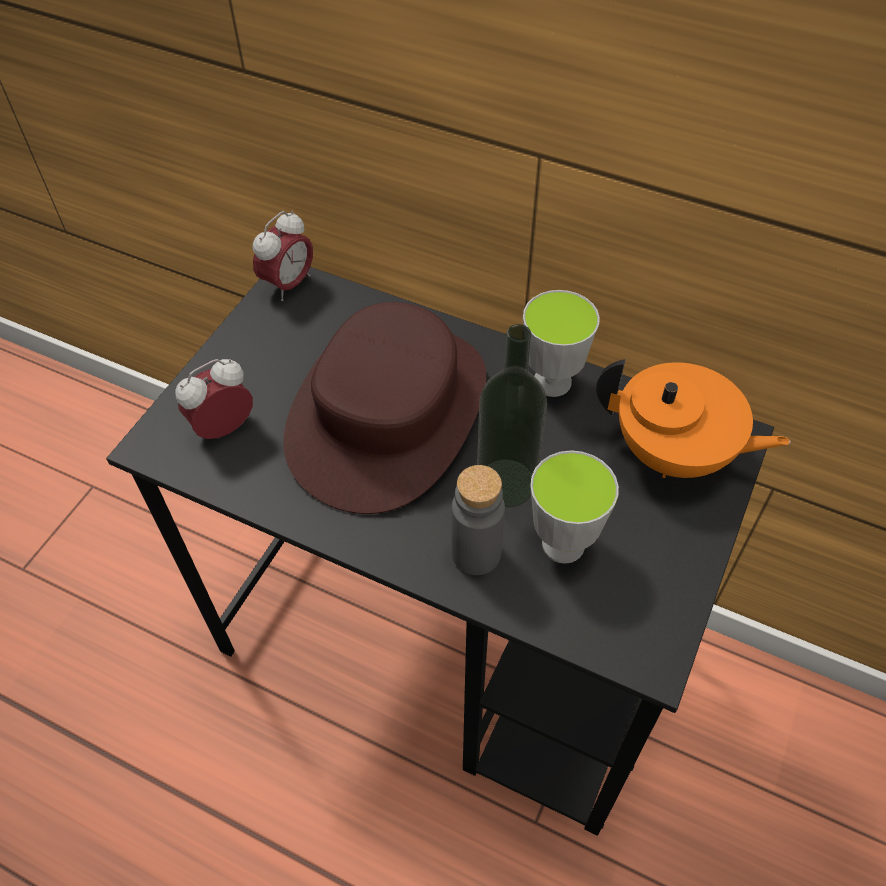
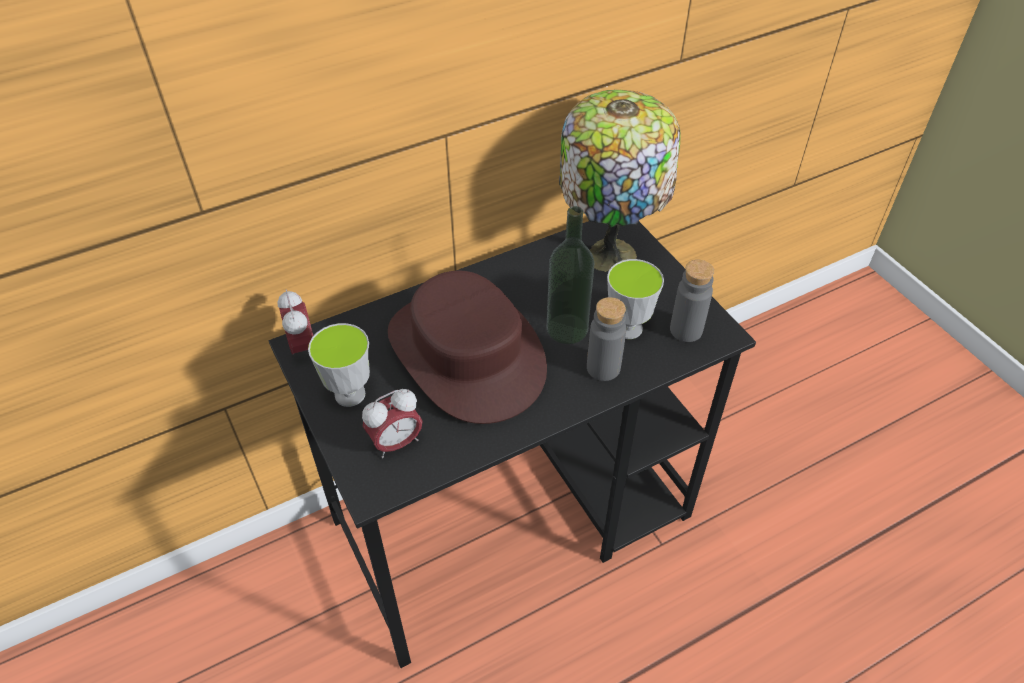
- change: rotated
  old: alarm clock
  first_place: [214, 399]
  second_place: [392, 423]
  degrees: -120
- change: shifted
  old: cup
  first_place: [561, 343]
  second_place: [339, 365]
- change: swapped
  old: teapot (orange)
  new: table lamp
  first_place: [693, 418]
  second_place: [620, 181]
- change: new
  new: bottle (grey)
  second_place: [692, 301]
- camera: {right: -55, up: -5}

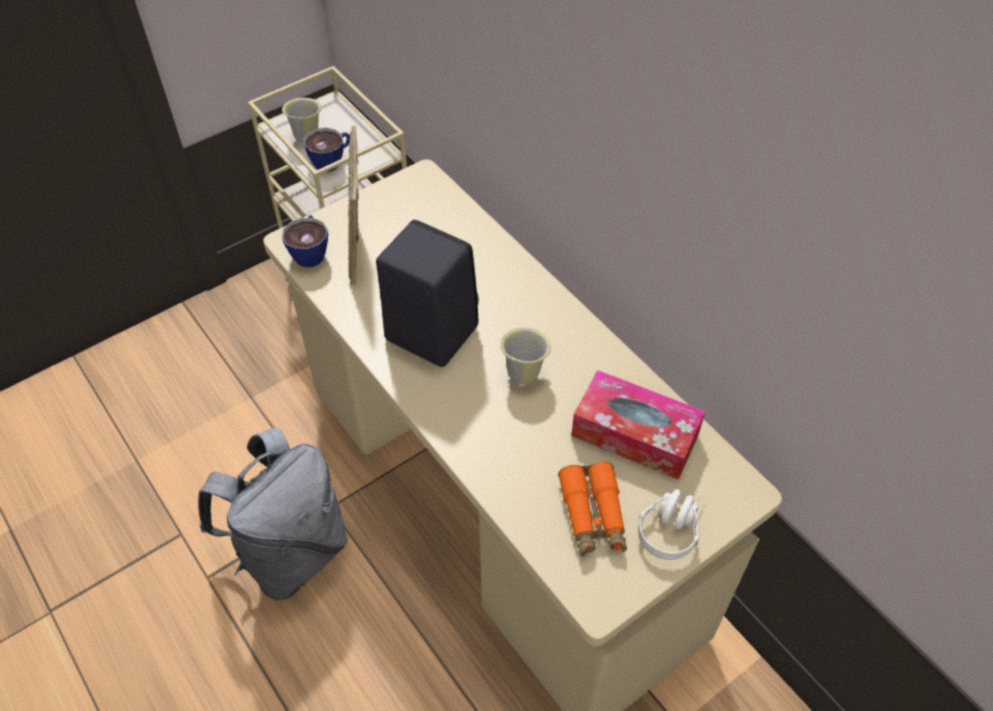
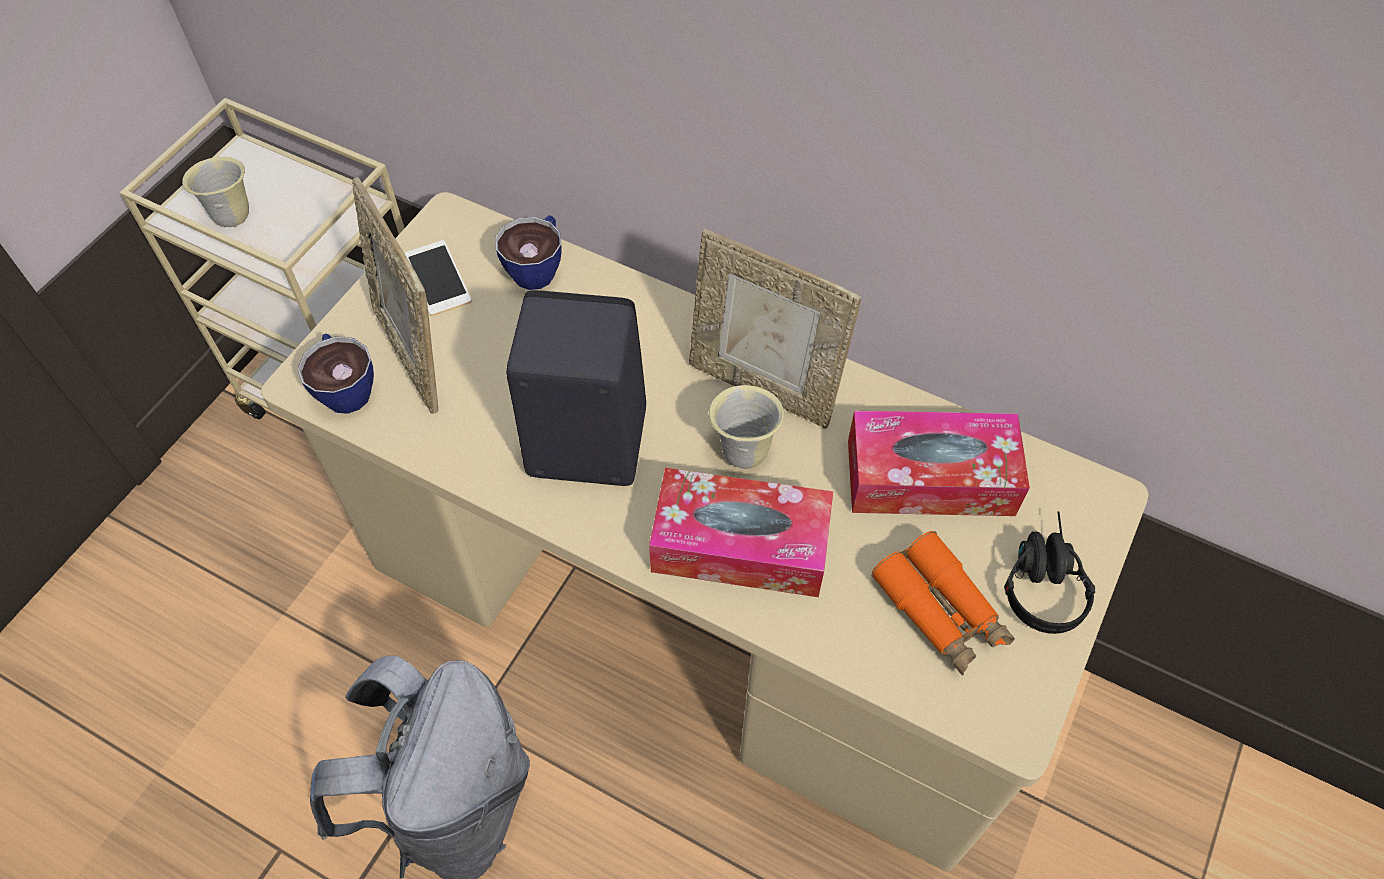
- change: shifted
  old: cup
  first_place: [326, 150]
  second_place: [528, 252]
- change: repainted
  old: headphones (white)
  new: headphones (black)
  first_place: [671, 522]
  second_place: [1049, 573]
- change: new
  new: phone
  second_place: [438, 278]
- change: new
  new: tissue box
  second_place: [741, 532]
- change: new
  new: picture frame
  second_place: [775, 329]
- camera: {right: -25, up: 5}

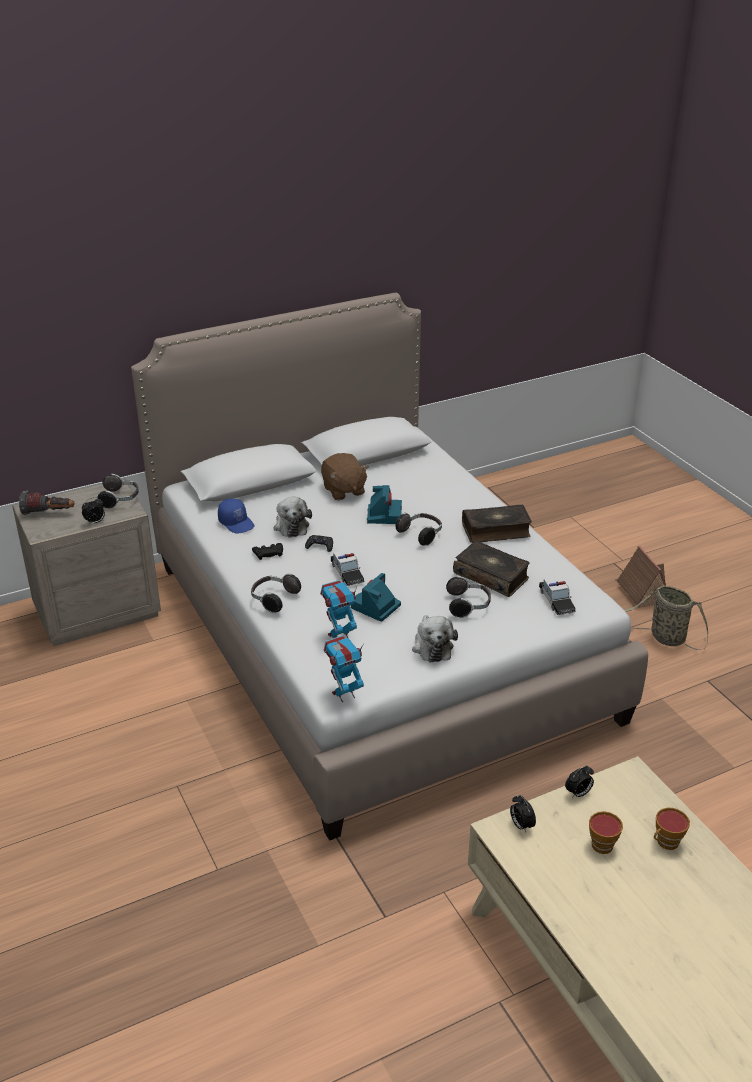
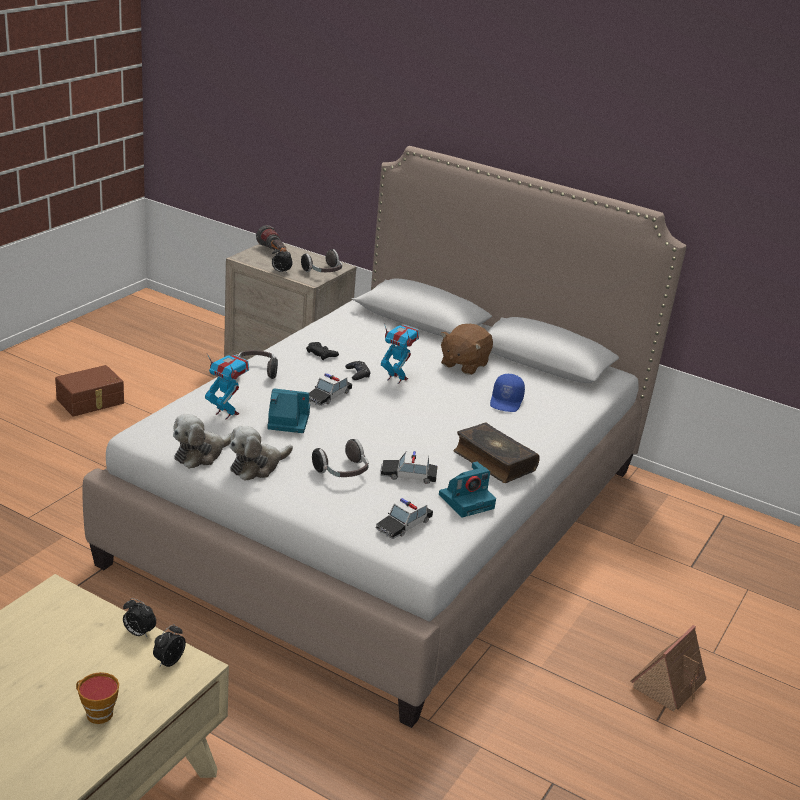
- change: shifted
  old: cap (blue)
  first_place: [236, 516]
  second_place: [507, 393]
- change: shifted
  old: plush toy
  first_place: [293, 517]
  second_place: [202, 441]
- change: shifted
  old: toy robot
  first_place: [344, 669]
  second_place: [400, 353]
- change: shifted
  old: photo camera
  first_place: [384, 504]
  second_place: [467, 489]
- change: gone
  old: headphones
  first_place: [418, 529]
- change: swapped
  old: book
  new: toy car
  first_place: [491, 569]
  second_place: [409, 467]
- change: shifted
  old: alarm clock
  first_place: [523, 814]
  second_place: [169, 645]
- change: gone
  old: cup
  first_place: [606, 832]
- change: gone
  old: basket
  first_place: [666, 617]
- change: new
  new: storage box (brown)
  second_place: [89, 391]
- camera: {right: 55, up: -5}

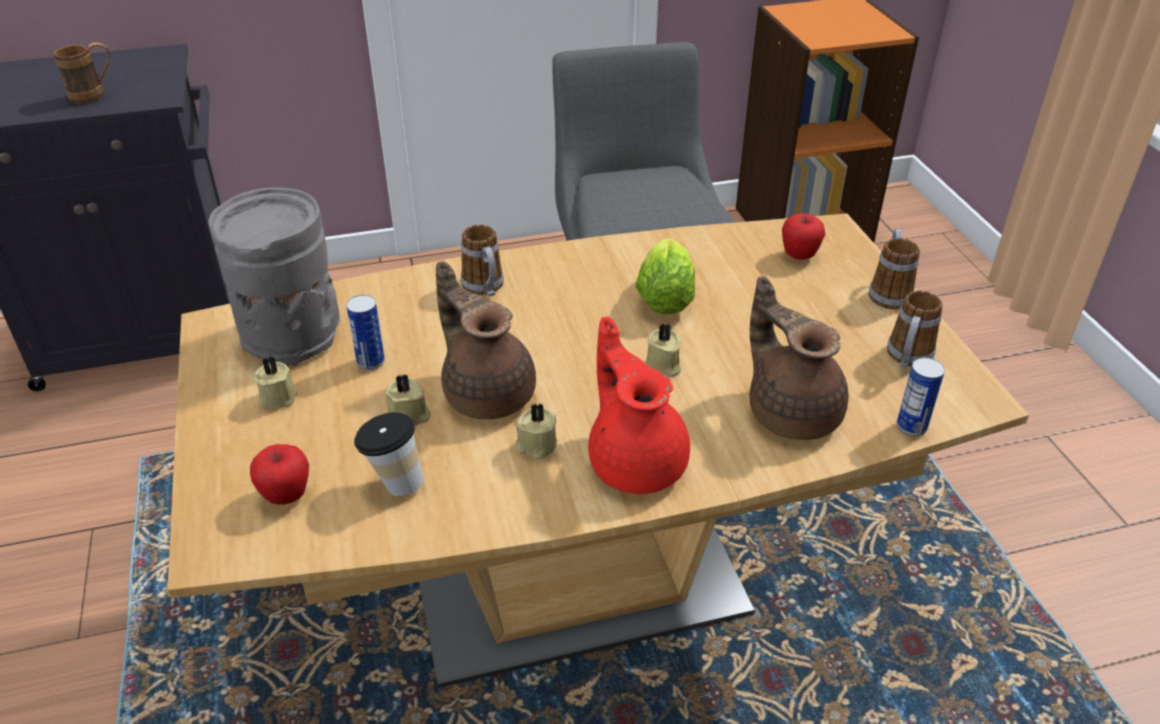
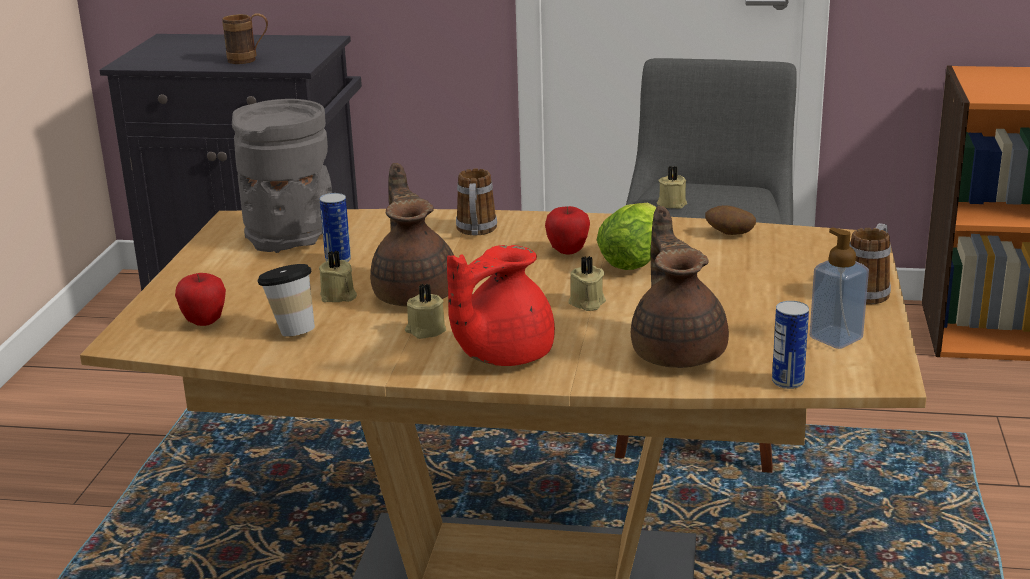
- change: shifted
  old: candle (beige)
  first_place: [275, 382]
  second_place: [672, 187]
- change: rotated
  old: teapot (red)
  first_place: [639, 405]
  second_place: [501, 305]
  degrees: -135
- change: shifted
  old: apple
  first_place: [803, 236]
  second_place: [567, 230]
- change: swapped
  old: mug
  new: soap dispenser
  first_place: [915, 329]
  second_place: [839, 288]
- change: new
  new: potato
  second_place: [730, 220]
- camera: {right: 25, up: -15}

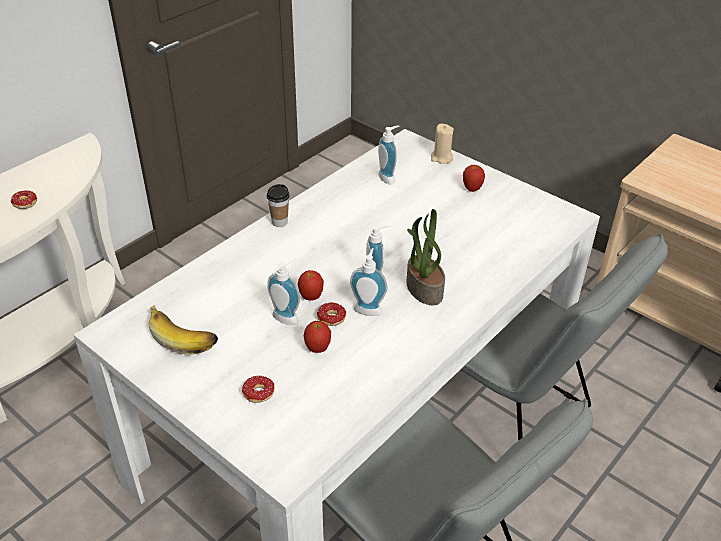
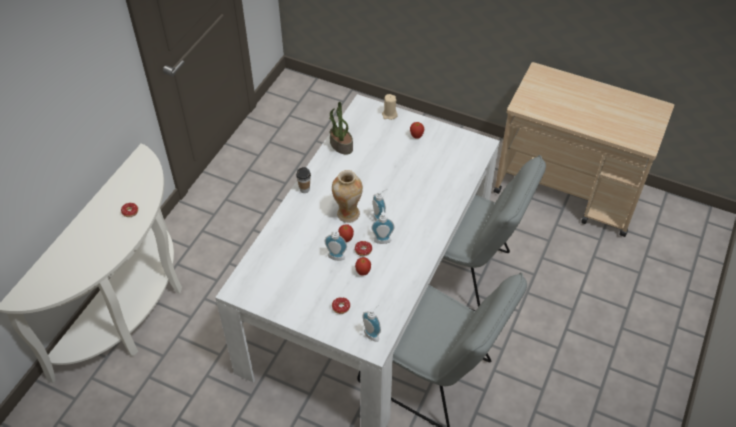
- change: gone
  old: banana
  first_place: [183, 330]
- change: shifted
  old: soap dispenser
  first_place: [388, 155]
  second_place: [372, 323]
- change: shifted
  old: potted plant
  first_place: [426, 257]
  second_place: [341, 128]
- change: new
  new: vase
  second_place: [347, 196]
- camera: {right: -15, up: 10}

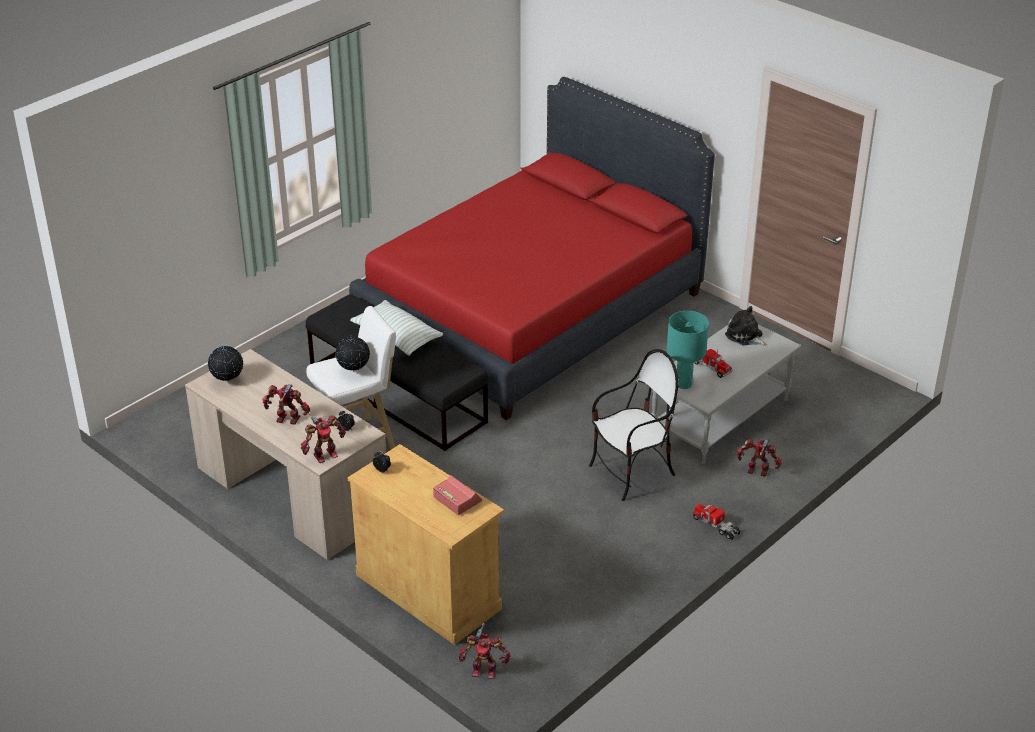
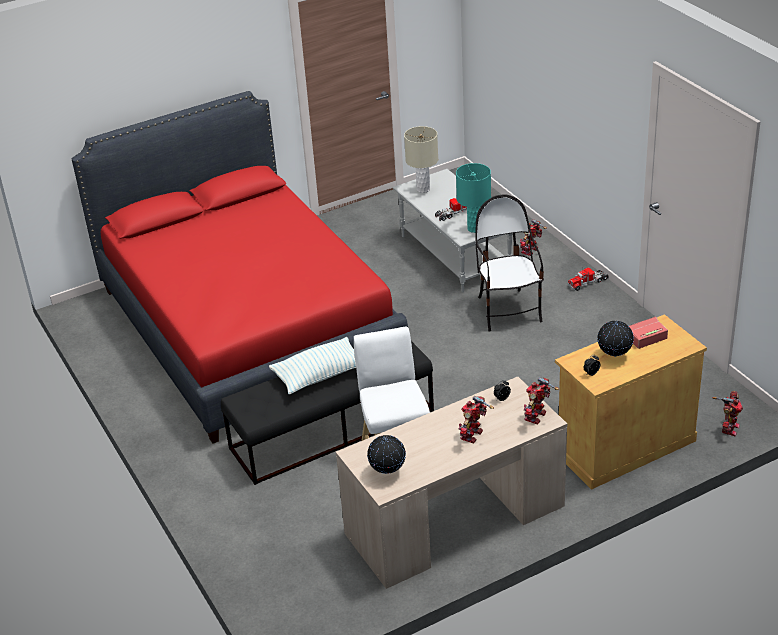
- change: rotated
  old: toy robot
  first_place: [323, 437]
  second_place: [541, 401]
  degrees: -135
- change: shifted
  old: globe
  first_place: [352, 353]
  second_place: [615, 339]
- change: swapped
  old: plush toy
  new: table lamp (beige)
  first_place: [746, 326]
  second_place: [421, 159]
- camera: {right: -70, up: 0}

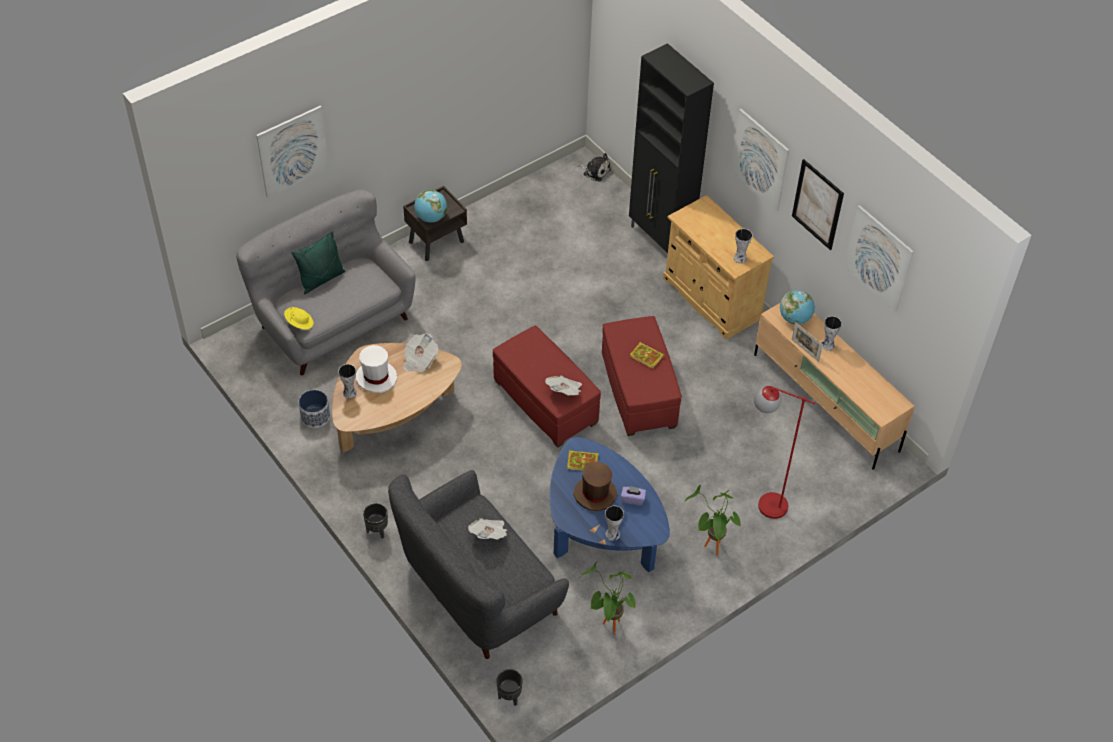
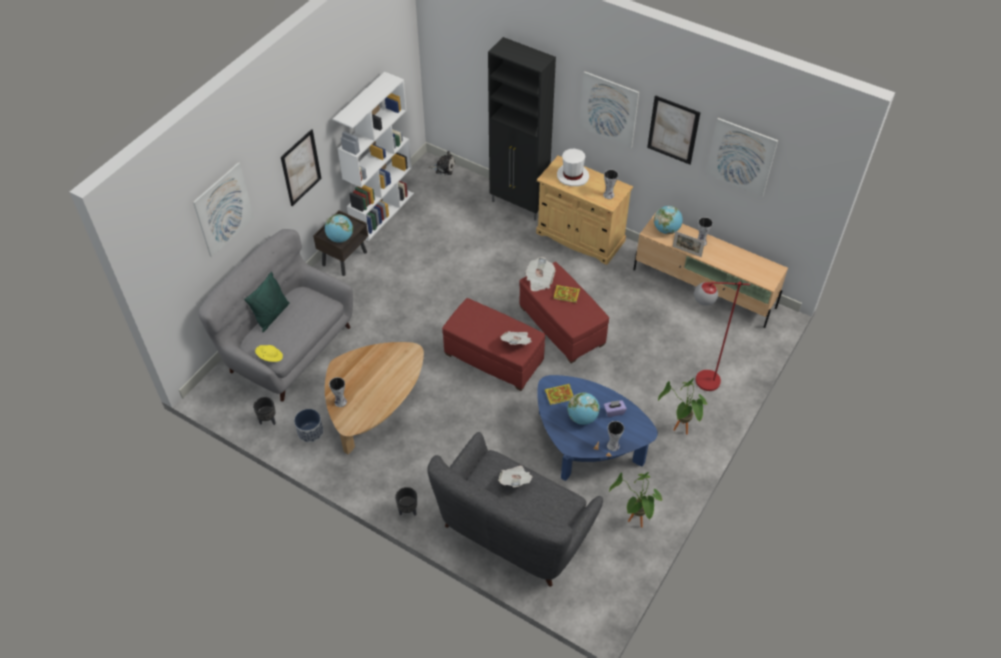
- change: shifted
  old: hat (white)
  first_place: [376, 369]
  second_place: [573, 167]
- change: shifted
  old: newspaper
  first_place: [421, 353]
  second_place: [540, 274]
- change: shifted
  old: planter (black)
  first_place: [510, 687]
  second_place: [264, 411]
- change: swapped
  old: hat (brown)
  new: globe
  first_place: [595, 486]
  second_place: [583, 408]
- change: new
  new: picture
  second_place: [301, 167]
- change: new
  new: bookcase (white)
  second_place: [373, 156]
- camera: {right: -20, up: 0}

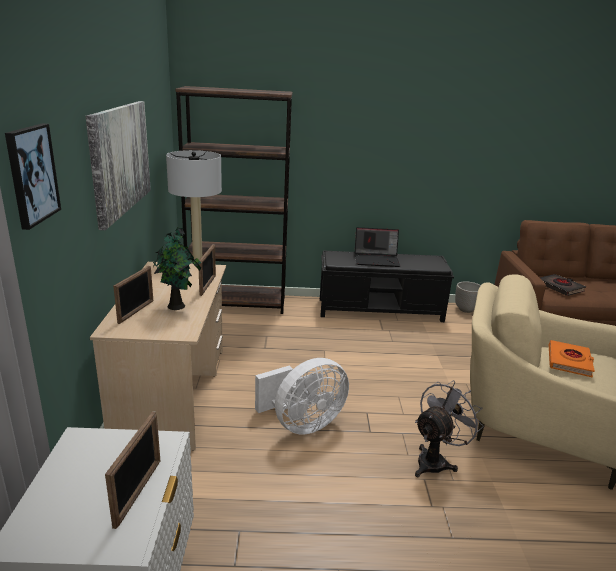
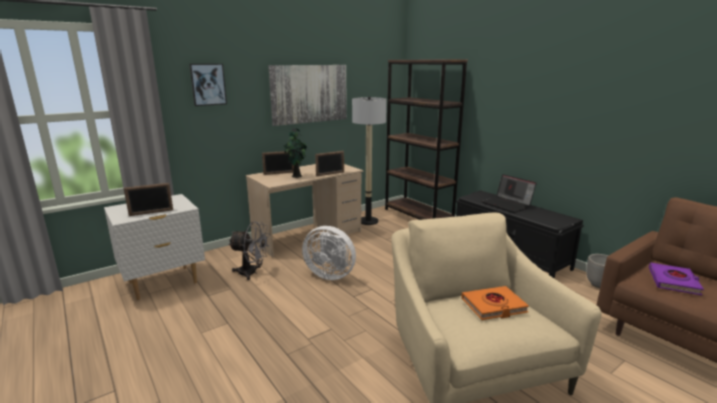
- change: shifted
  old: fan (grey)
  first_place: [449, 429]
  second_place: [249, 251]
- change: repainted
  old: book (black)
  new: book (purple)
  first_place: [563, 285]
  second_place: [676, 279]
- camera: {right: 55, up: -5}

